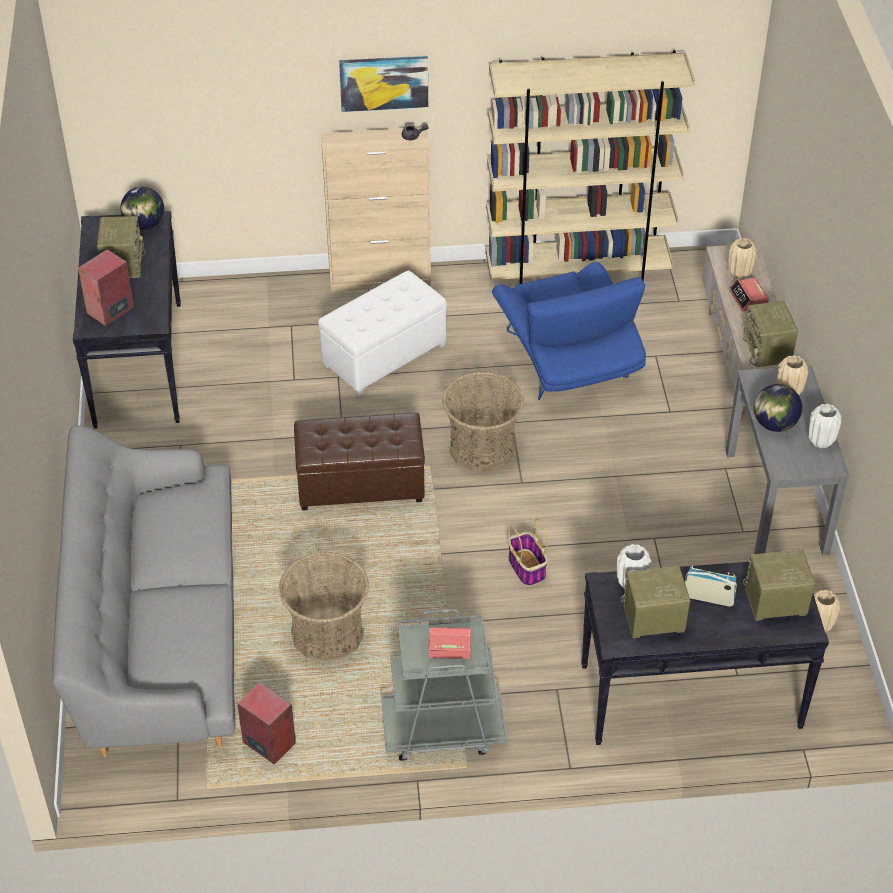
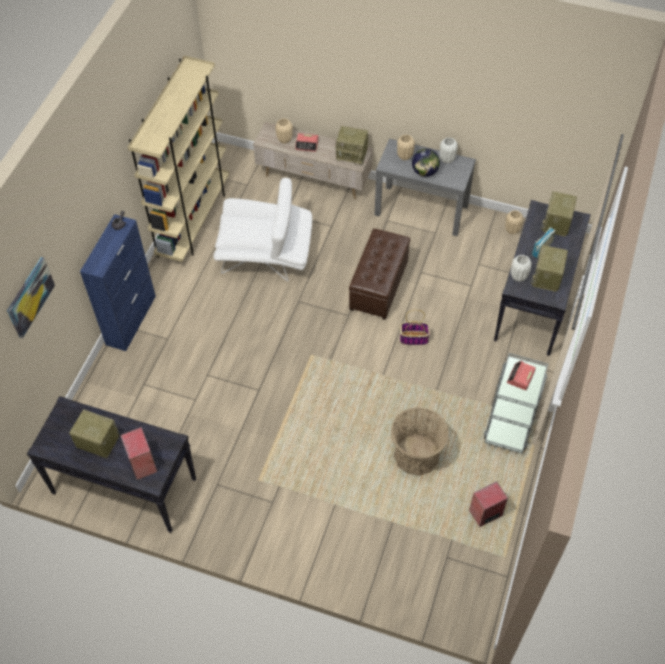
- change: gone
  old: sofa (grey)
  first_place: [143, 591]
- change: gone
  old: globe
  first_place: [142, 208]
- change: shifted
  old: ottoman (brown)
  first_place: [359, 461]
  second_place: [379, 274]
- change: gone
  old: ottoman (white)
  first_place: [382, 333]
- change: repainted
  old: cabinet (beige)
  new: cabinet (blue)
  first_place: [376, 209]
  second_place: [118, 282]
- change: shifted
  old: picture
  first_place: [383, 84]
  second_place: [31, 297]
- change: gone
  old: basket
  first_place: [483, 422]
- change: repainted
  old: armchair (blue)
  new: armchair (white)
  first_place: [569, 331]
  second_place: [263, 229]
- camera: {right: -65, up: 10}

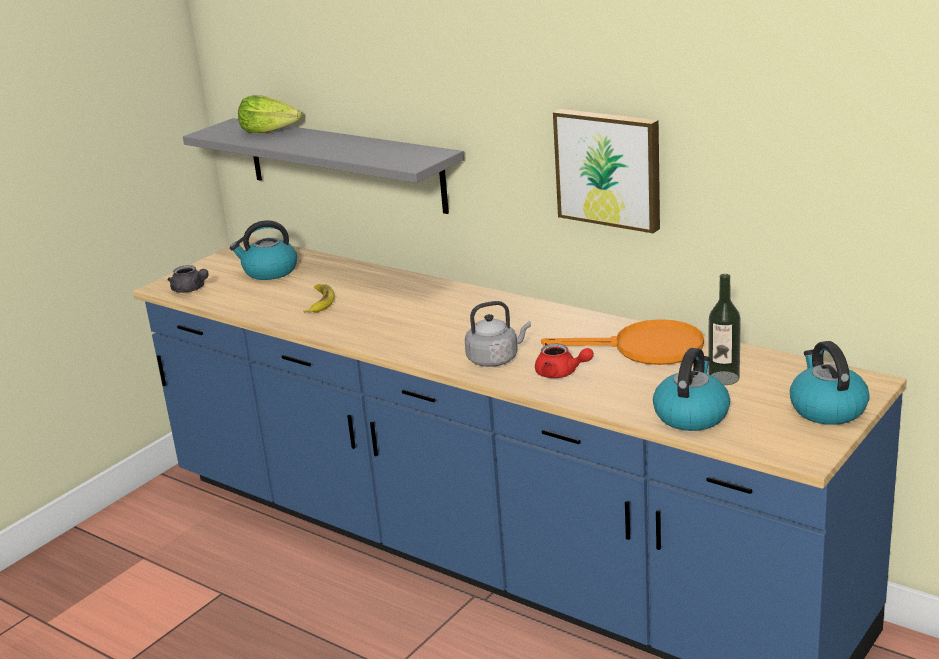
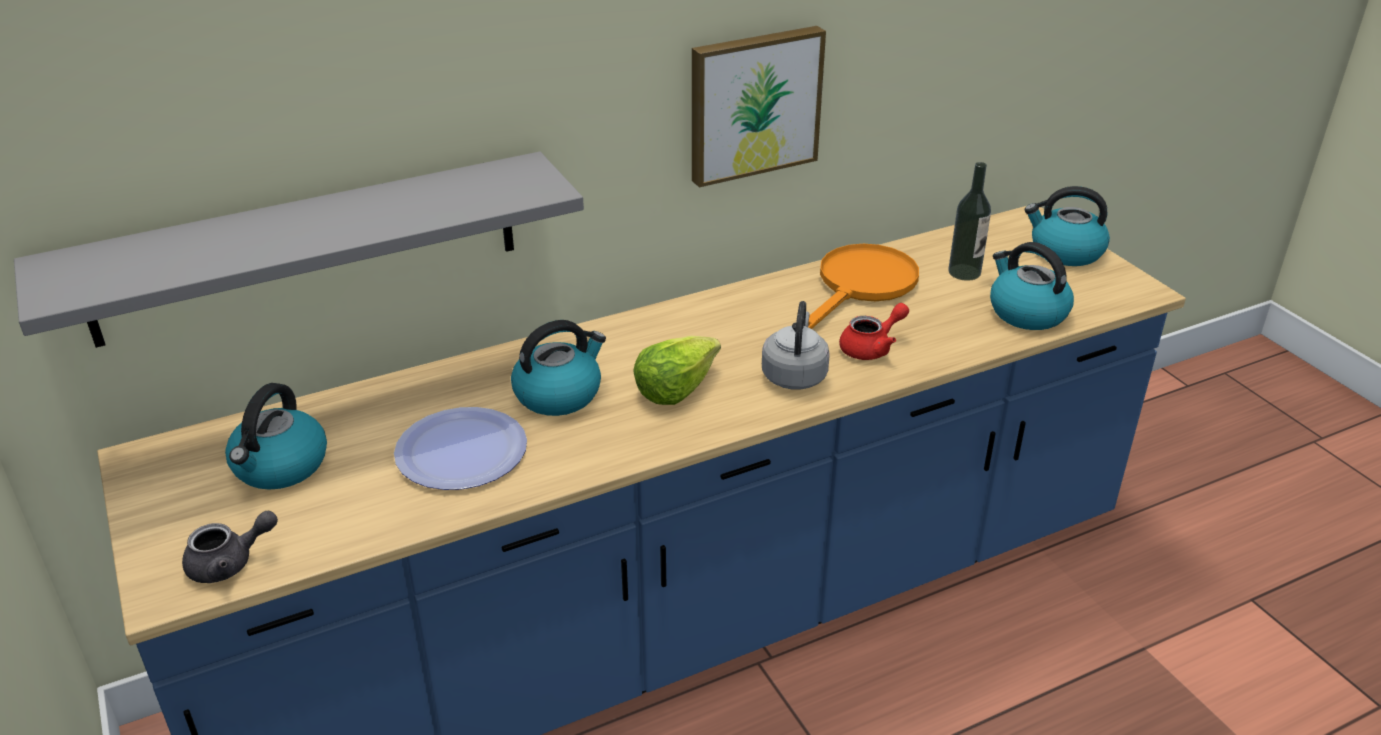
- change: shifted
  old: lettuce
  first_place: [270, 114]
  second_place: [677, 370]
- change: swapped
  old: banana
  new: plate
  first_place: [319, 298]
  second_place: [460, 448]
- change: new
  new: kettle
  second_place: [558, 368]
- camera: {right: -65, up: 10}

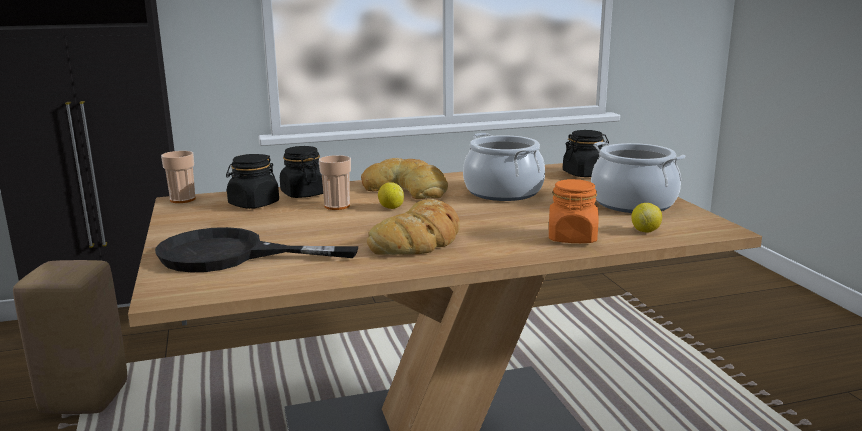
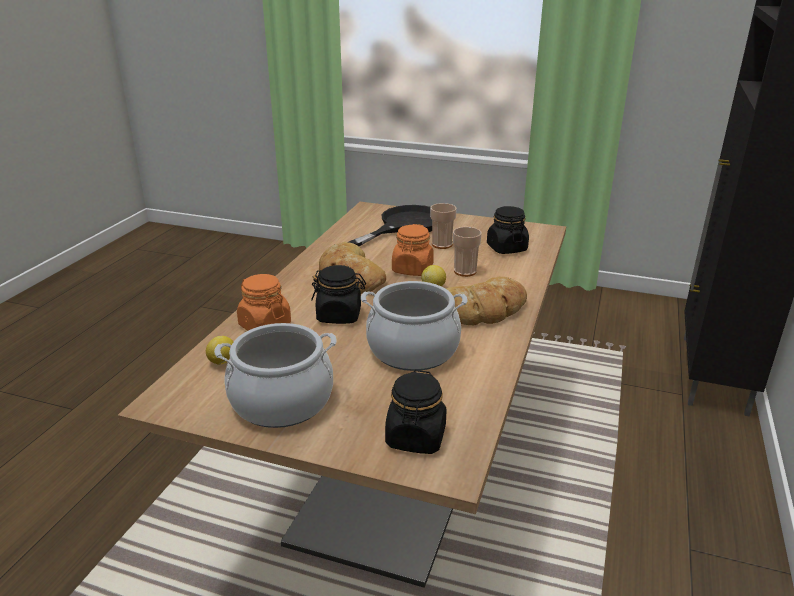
- change: gone
  old: stool (beige)
  first_place: [70, 337]
- change: shifted
  old: cup
  first_place: [178, 177]
  second_place: [443, 226]
- change: shifted
  old: jar (black)
  first_place: [301, 172]
  second_place: [338, 294]
- change: new
  new: jar (orange)
  second_place: [413, 250]
- camera: {right: 125, up: 10}

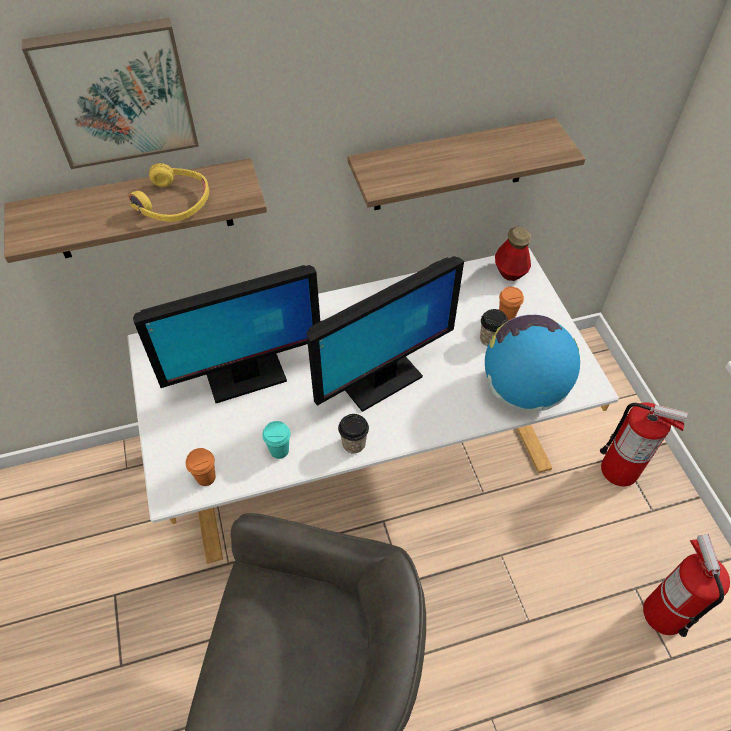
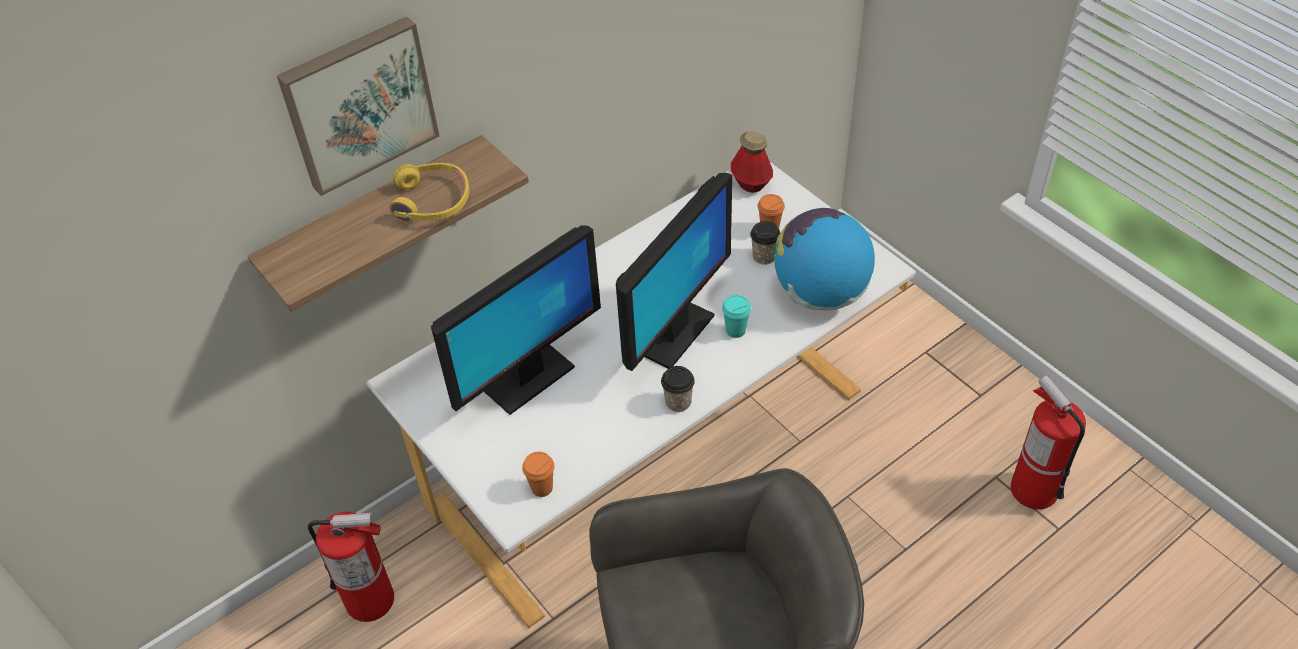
- change: shifted
  old: cup (turquoise)
  first_place: [276, 440]
  second_place: [736, 316]
- change: gone
  old: shelf
  first_place: [466, 164]
- change: shifted
  old: fire extinguisher
  first_place: [644, 444]
  second_place: [351, 567]
- camera: {right: -20, up: -5}

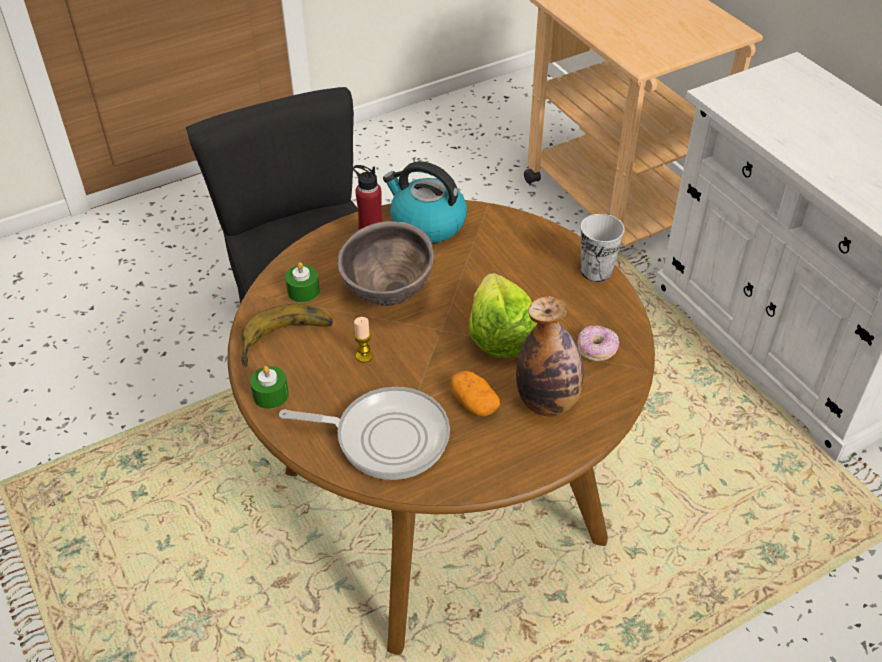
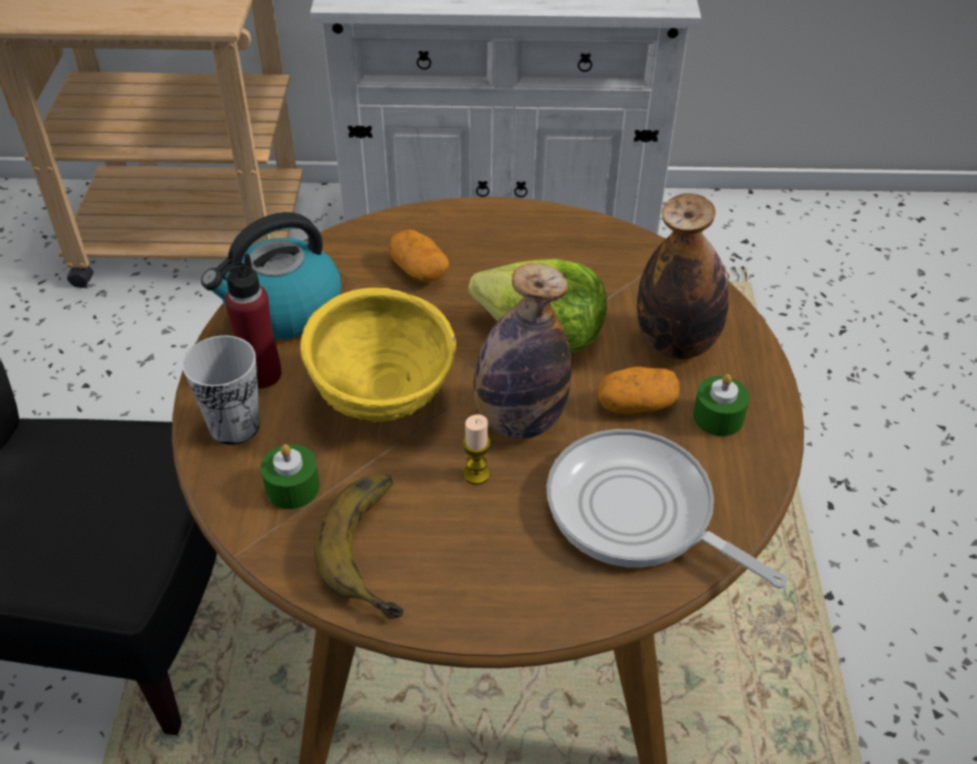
- change: shifted
  old: candle (green)
  first_place: [269, 387]
  second_place: [721, 405]
- change: rotated
  old: frying pan
  first_place: [364, 433]
  second_place: [667, 509]
  degrees: -90
- change: repainted
  old: bowl (brown)
  new: bowl (yellow)
  first_place: [385, 263]
  second_place: [378, 355]
- change: gone
  old: donut
  first_place: [598, 343]
- change: shifted
  old: cup
  first_place: [603, 248]
  second_place: [221, 390]
- change: new
  new: potato
  second_place: [419, 255]
- change: new
  new: bottle
  second_place: [522, 351]
- camera: {right: -60, up: 0}

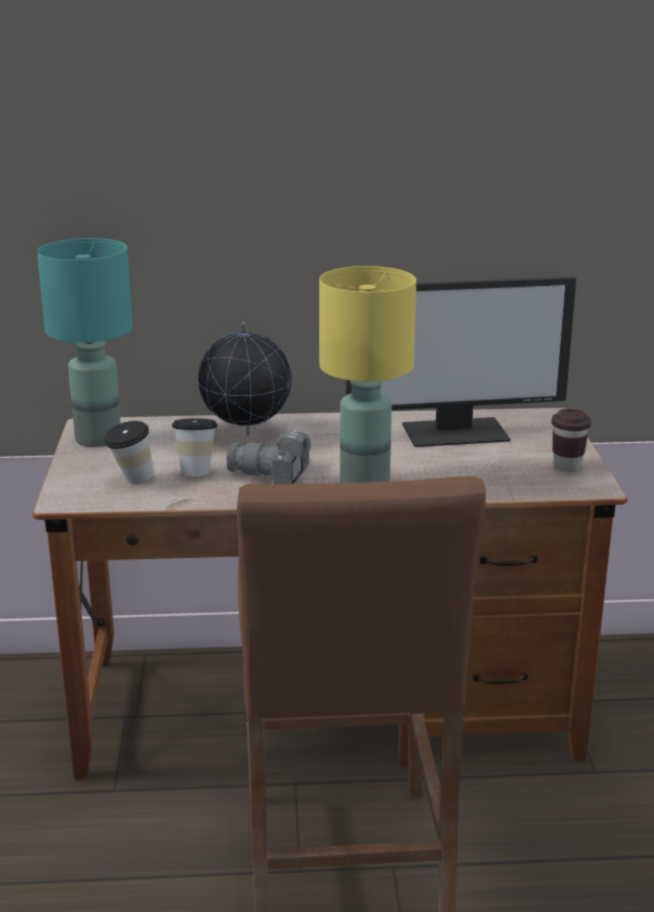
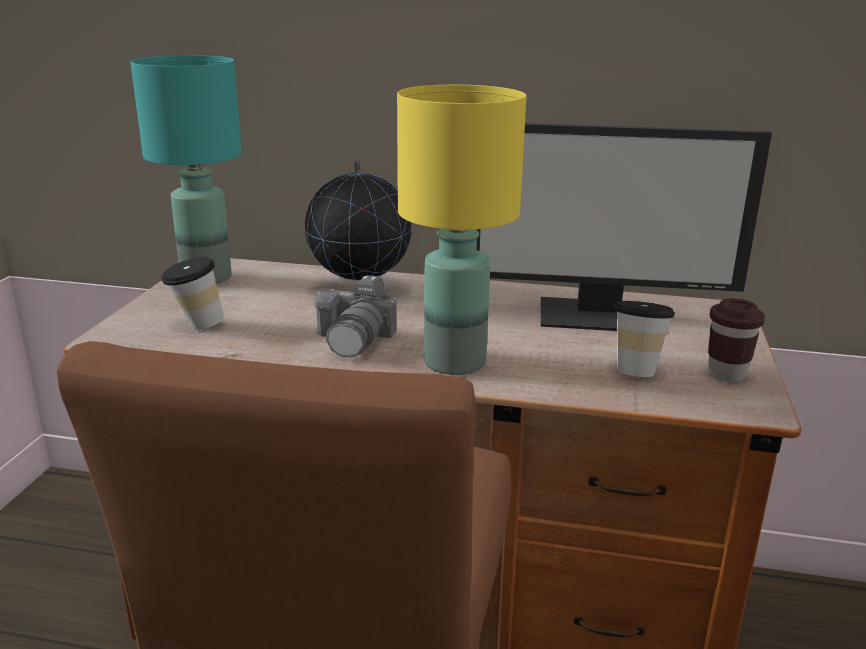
- change: shifted
  old: cup
  first_place: [195, 447]
  second_place: [644, 339]
- change: rotated
  old: photo camera
  first_place: [269, 457]
  second_place: [356, 316]
  degrees: -105
- camera: {right: 15, up: 0}

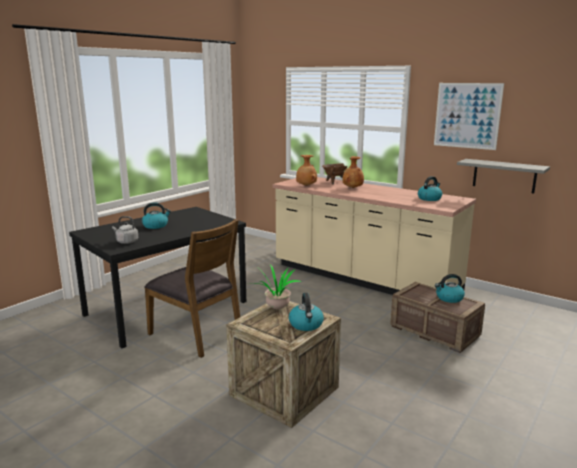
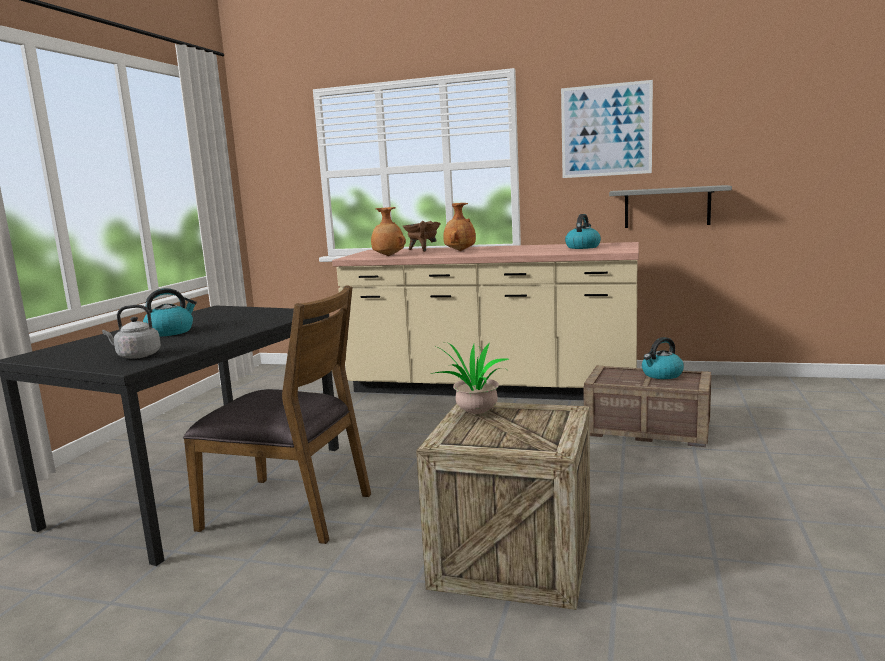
- change: gone
  old: kettle
  first_place: [306, 312]
- camera: {right: -20, up: -5}

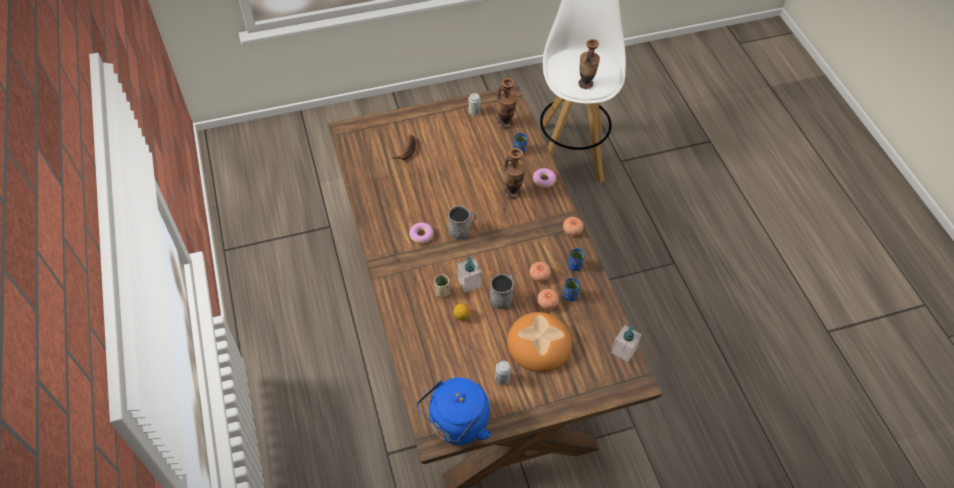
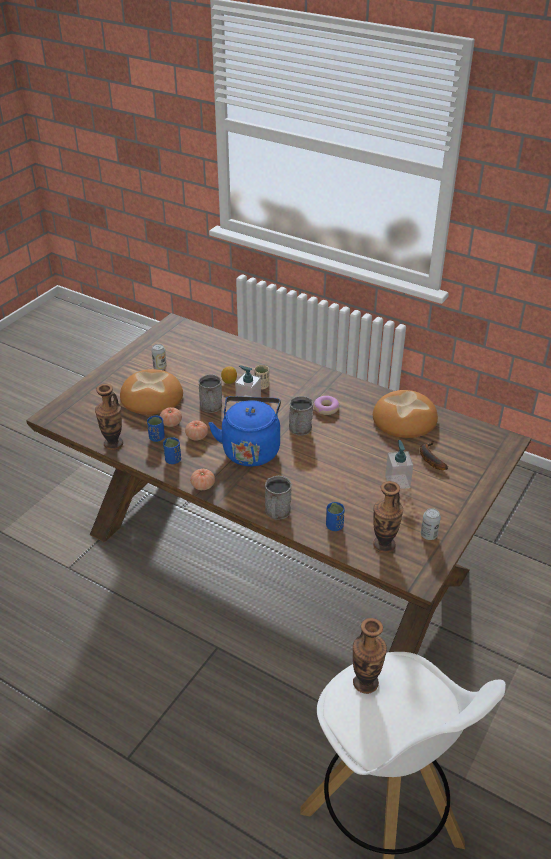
- change: shifted
  old: kettle (blue)
  first_place: [454, 411]
  second_place: [244, 431]
- change: shifted
  old: vase
  first_place: [515, 173]
  second_place: [109, 417]
- change: swapped
  old: donut
  new: mug (grey)
  first_place: [544, 178]
  second_place: [278, 498]
- change: shifted
  old: soap dispenser
  first_place: [626, 343]
  second_place: [399, 464]
- change: new
  new: bread
  second_place: [405, 414]
- camera: {right: 140, up: -15}

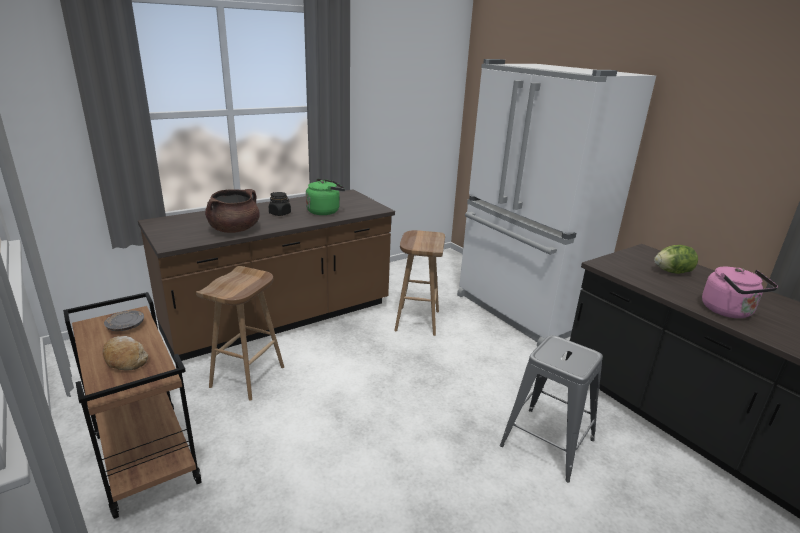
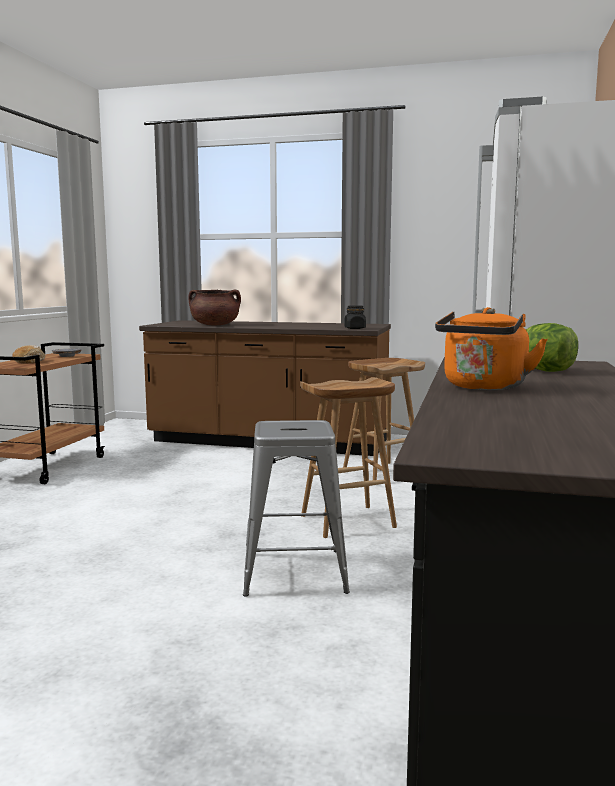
- change: shifted
  old: stool (brown)
  first_place: [240, 333]
  second_place: [348, 457]
- change: shifted
  old: jar (black)
  first_place: [280, 204]
  second_place: [355, 317]
- change: gone
  old: kettle (green)
  first_place: [325, 197]
- change: repainted
  old: kettle (pink)
  new: kettle (orange)
  first_place: [740, 292]
  second_place: [491, 348]
- camera: {right: 50, up: -15}

